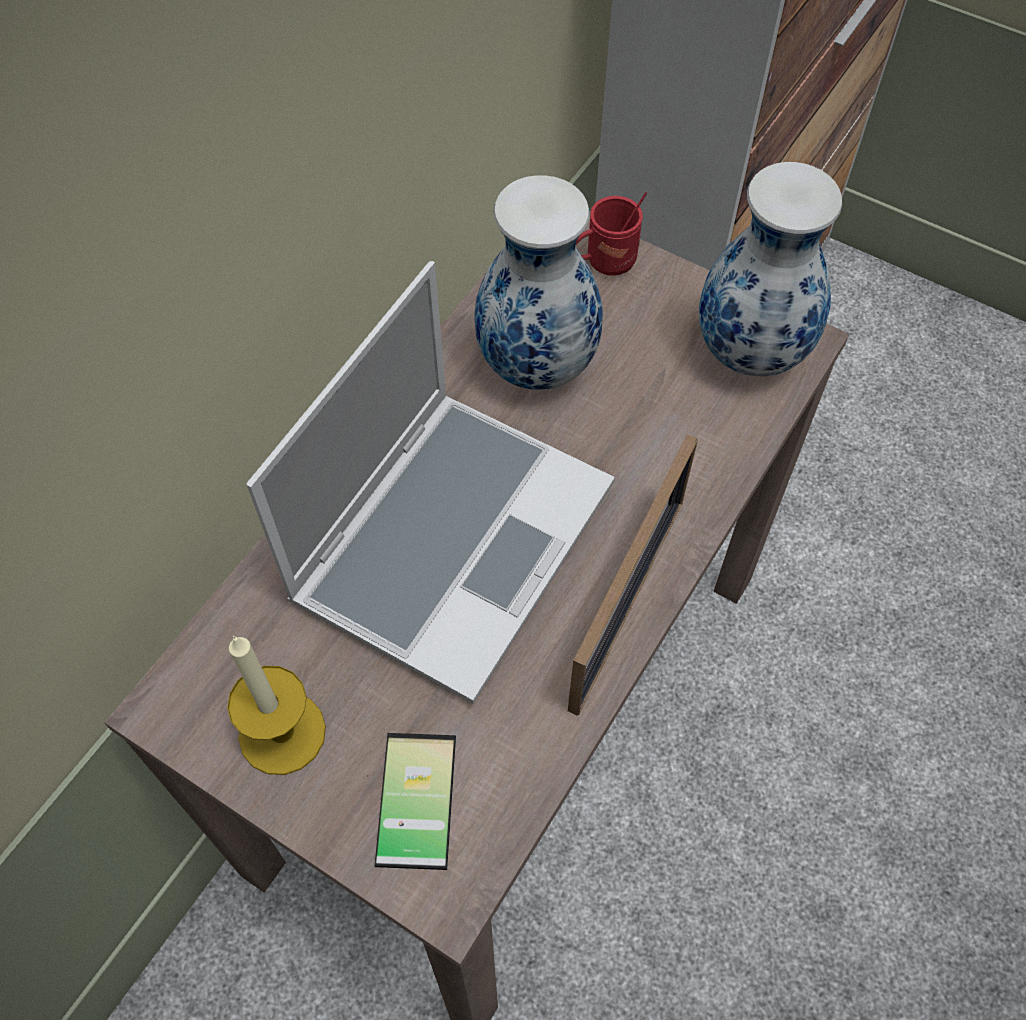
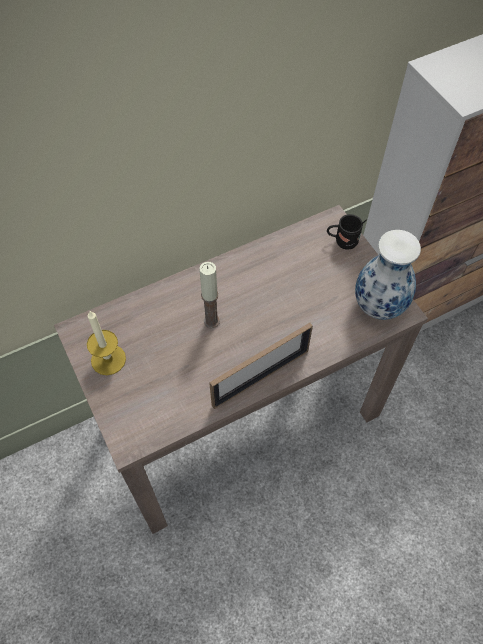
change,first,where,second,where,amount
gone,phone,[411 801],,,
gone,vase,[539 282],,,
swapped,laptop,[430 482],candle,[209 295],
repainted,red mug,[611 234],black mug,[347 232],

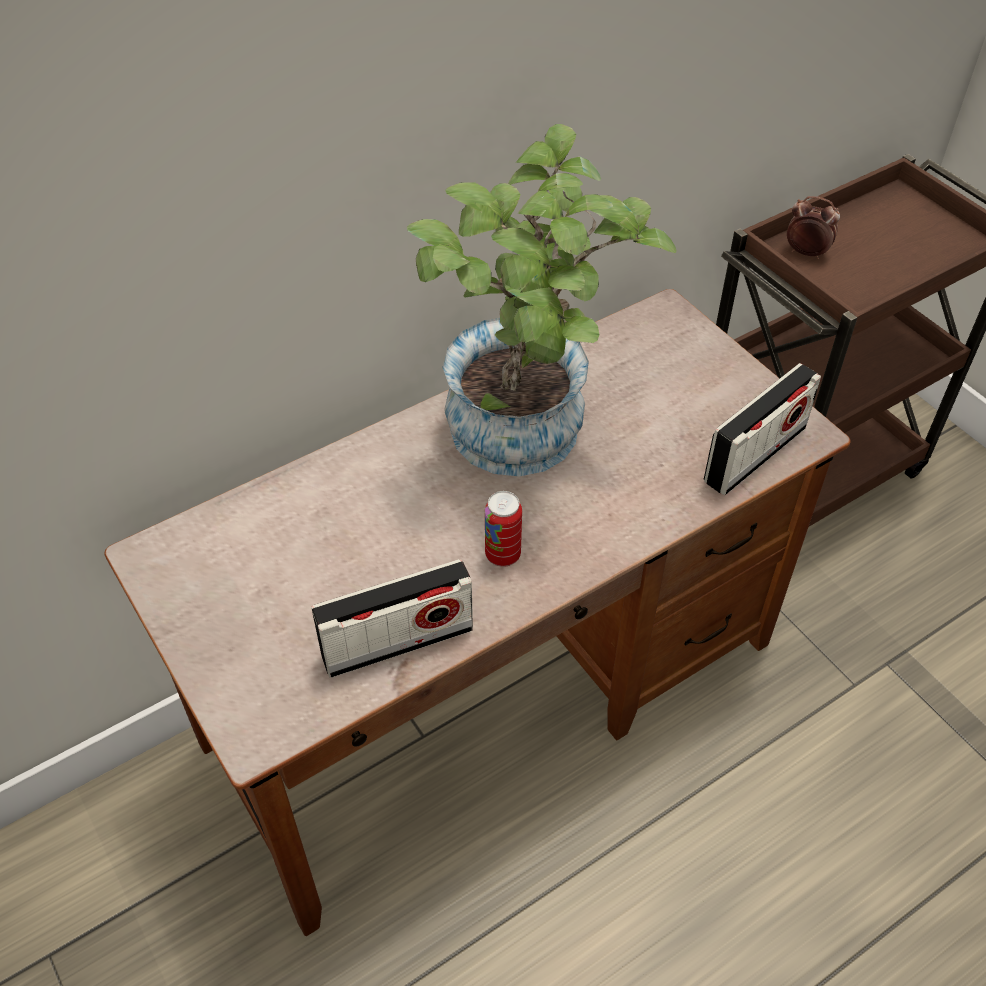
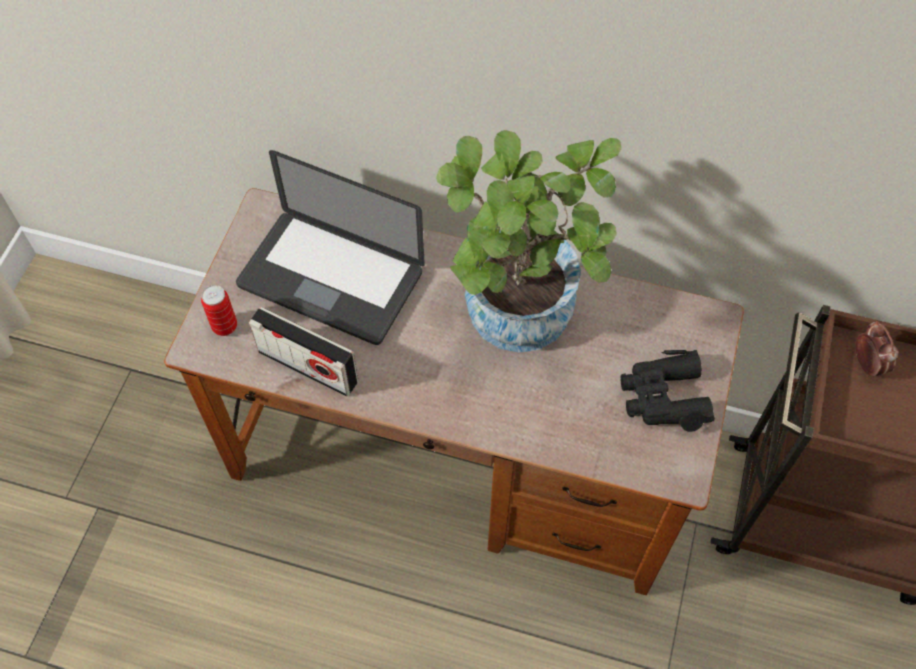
change,first,where,second,where,amount
gone,radio,[762 429],,,
new,,,laptop,[330 247],
new,,,black binoculars,[668 391],
shifted,can,[503 529],,[219 310],

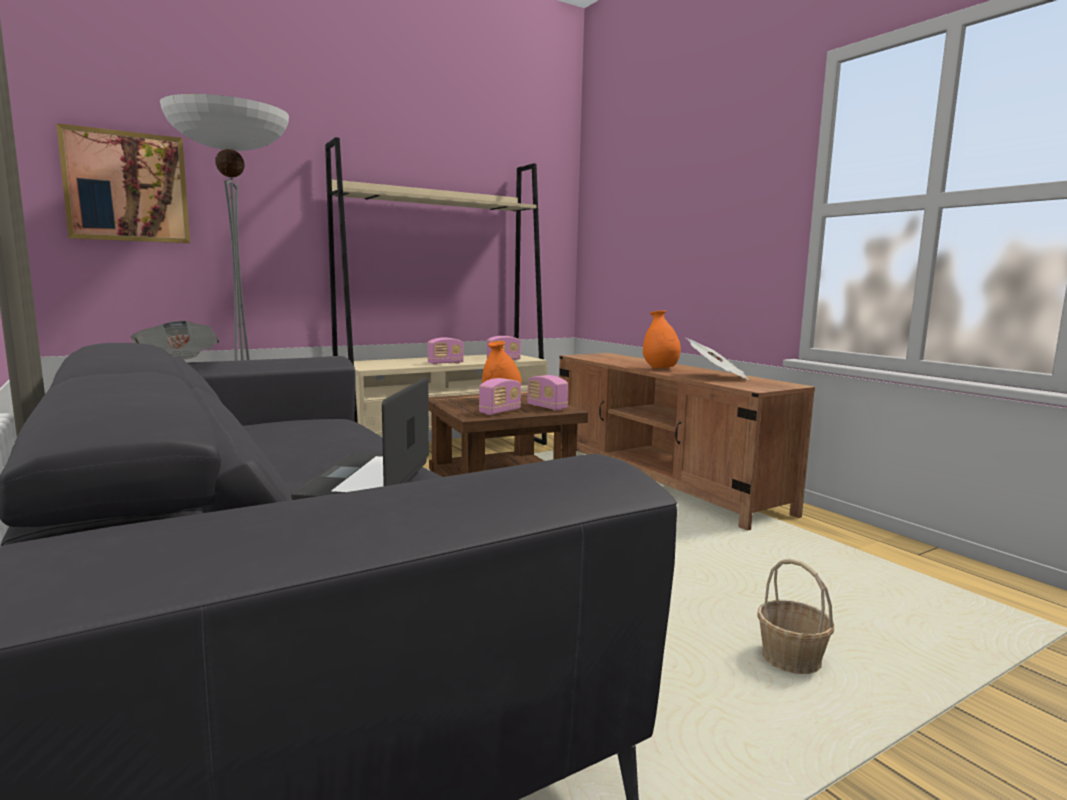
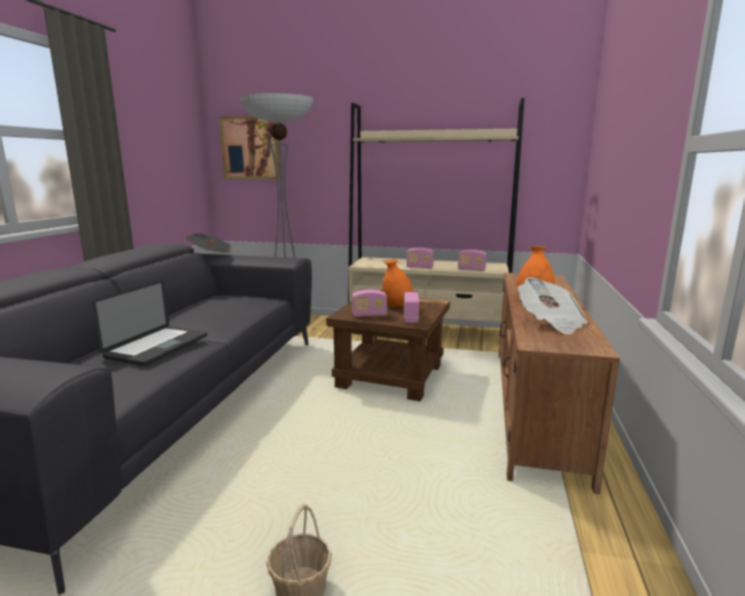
change,first,where,second,where,amount
rotated,laptop,[360 438],,[149 323],150 degrees clockwise

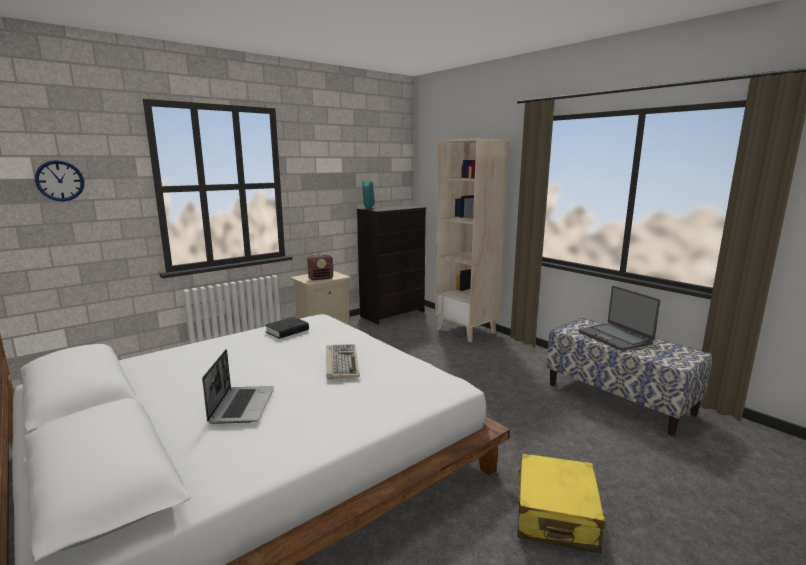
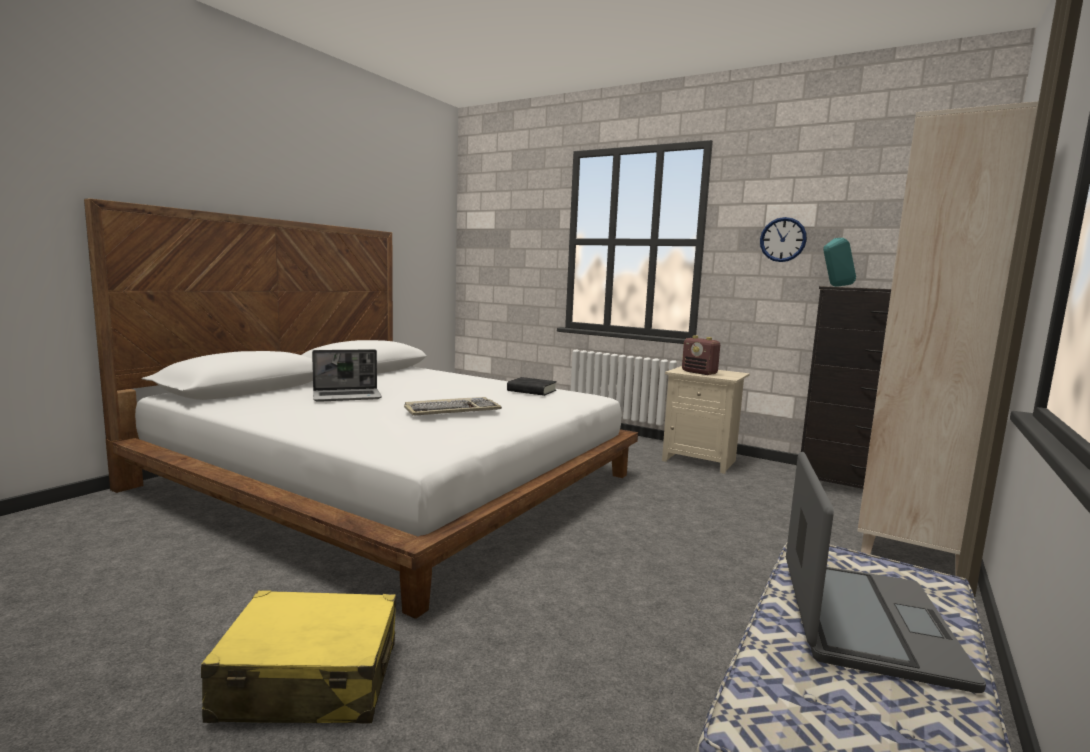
change,first,where,second,where,amount
shifted,wall clock,[59 180],,[783 239],
rotated,laptop,[619 318],,[886 572],150 degrees clockwise

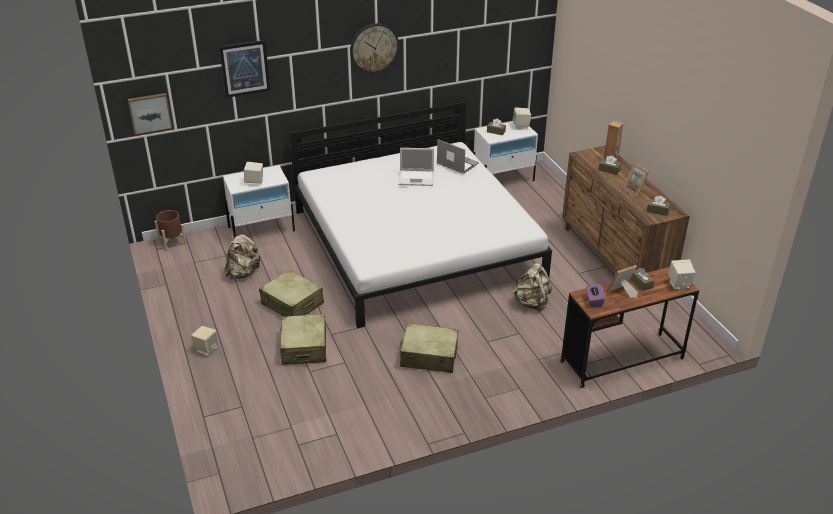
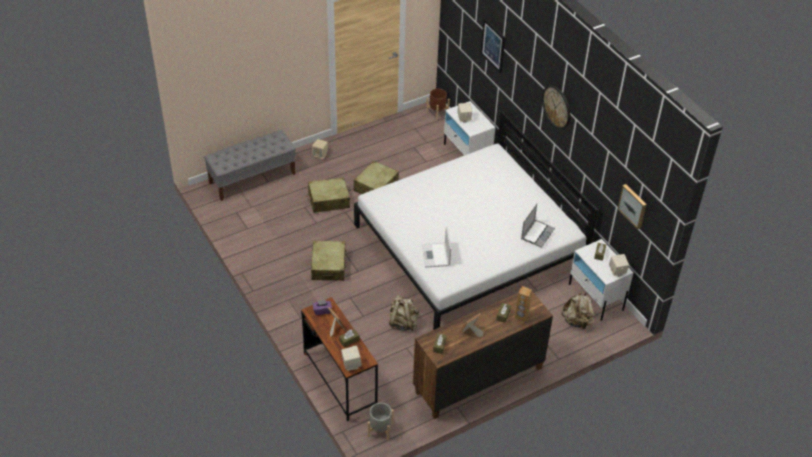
change,first,where,second,where,amount
new,,,grey bench,[250 165],
new,,,grey planter,[381 421],
shifted,picture,[150 114],,[632 206],
shifted,beige backpack,[242 256],,[578 310],
shifted,laptop,[416 167],,[436 247],

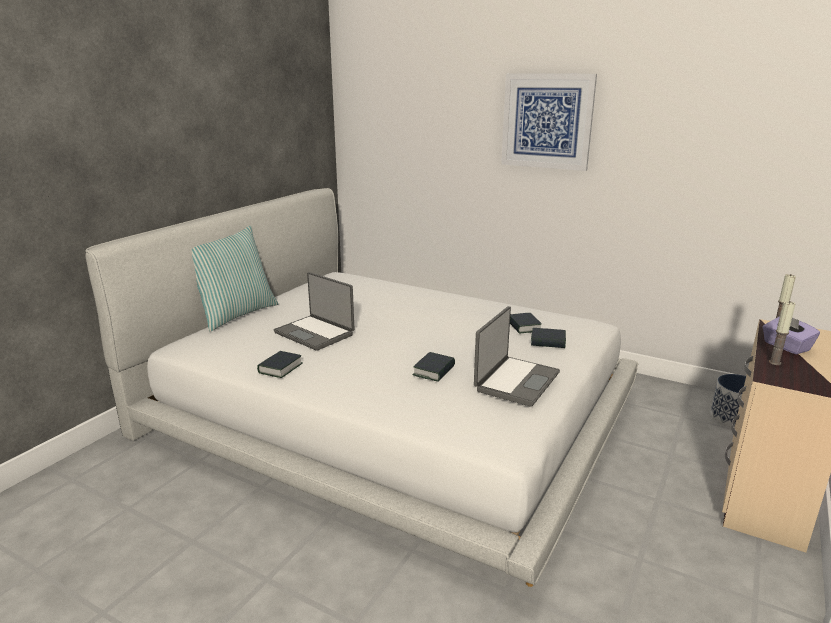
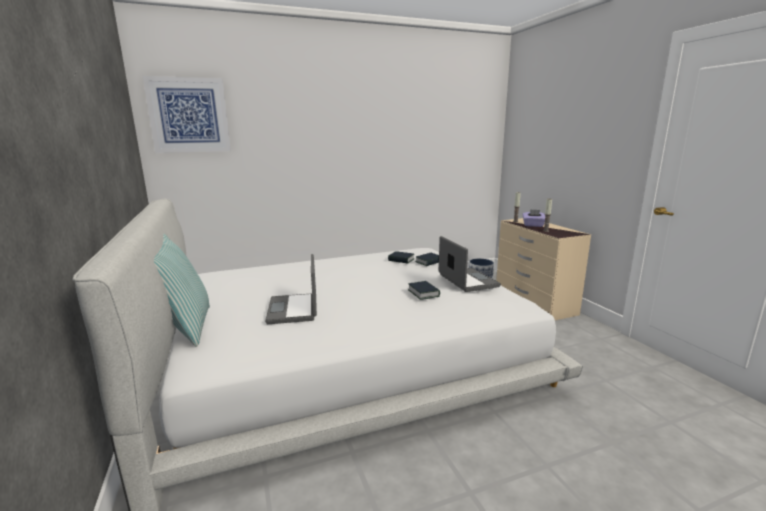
change,first,where,second,where,amount
gone,book,[280 364],,,
shifted,picture,[549 122],,[187 114],
rotated,laptop,[314 311],,[291 289],90 degrees clockwise

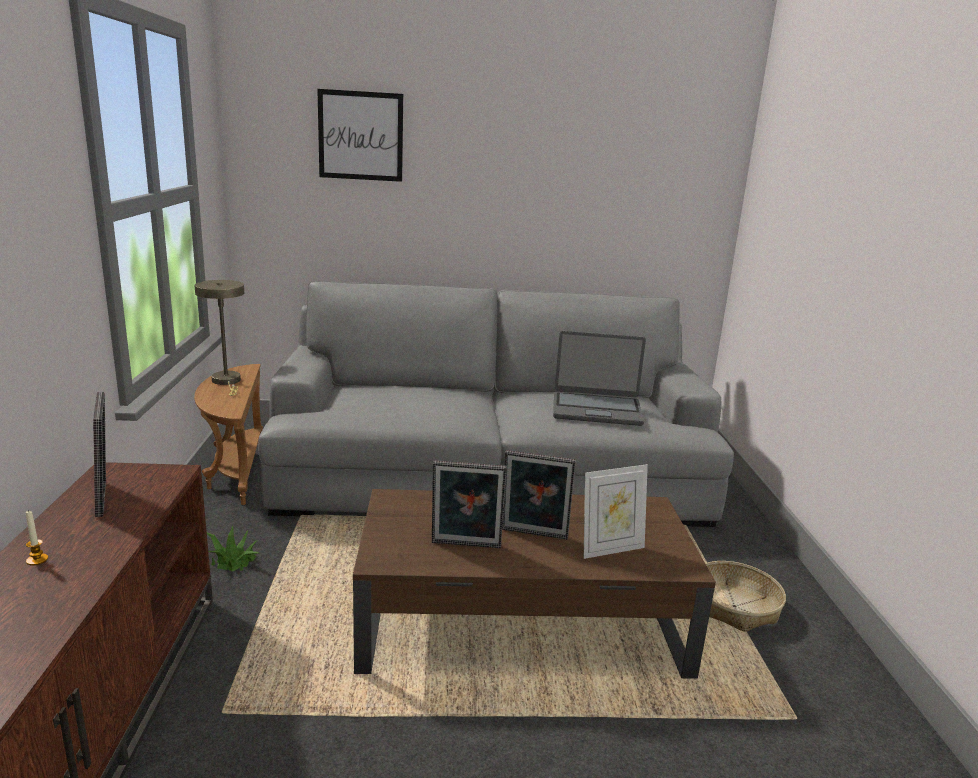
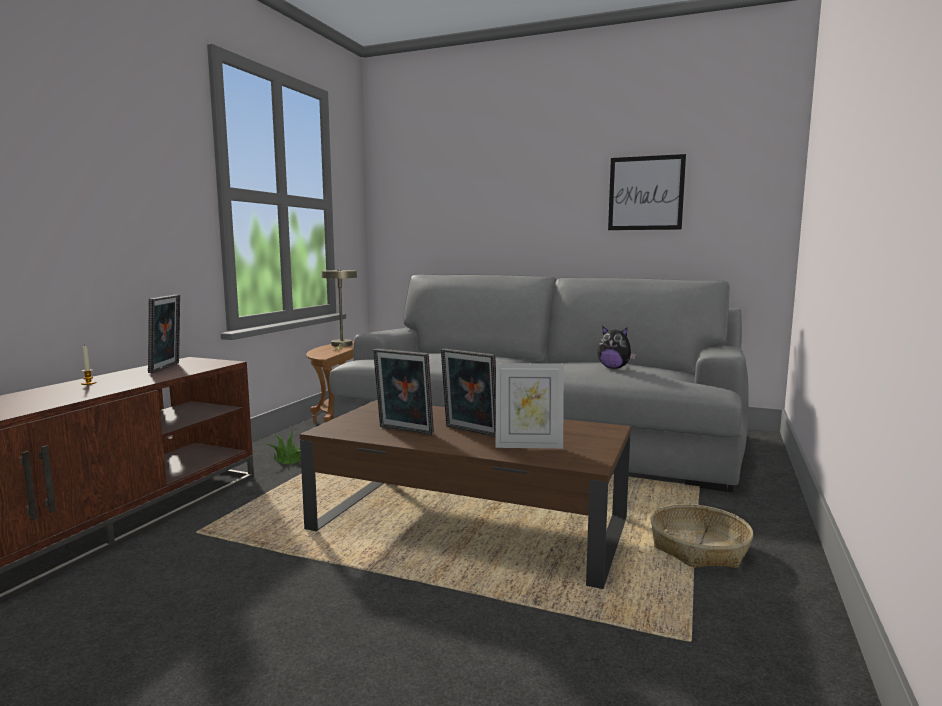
change,first,where,second,where,amount
shifted,picture,[360 135],,[647 192],
swapped,laptop,[599 378],plush toy,[616 347],

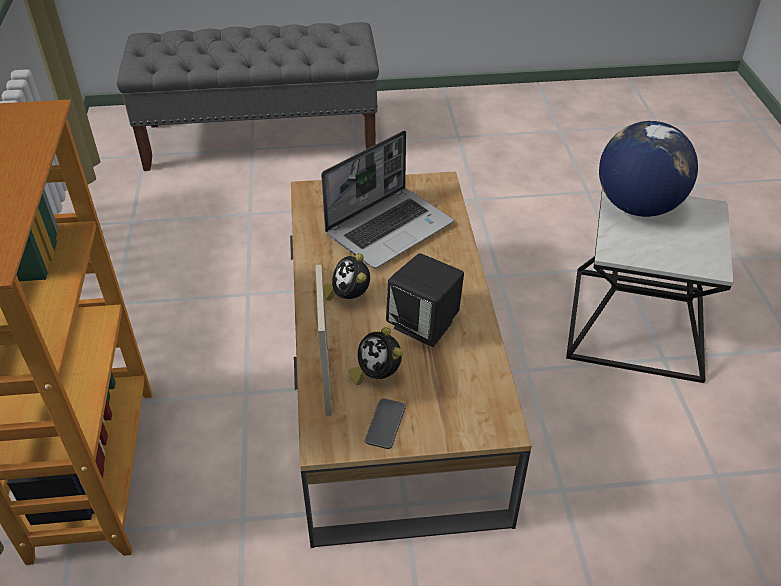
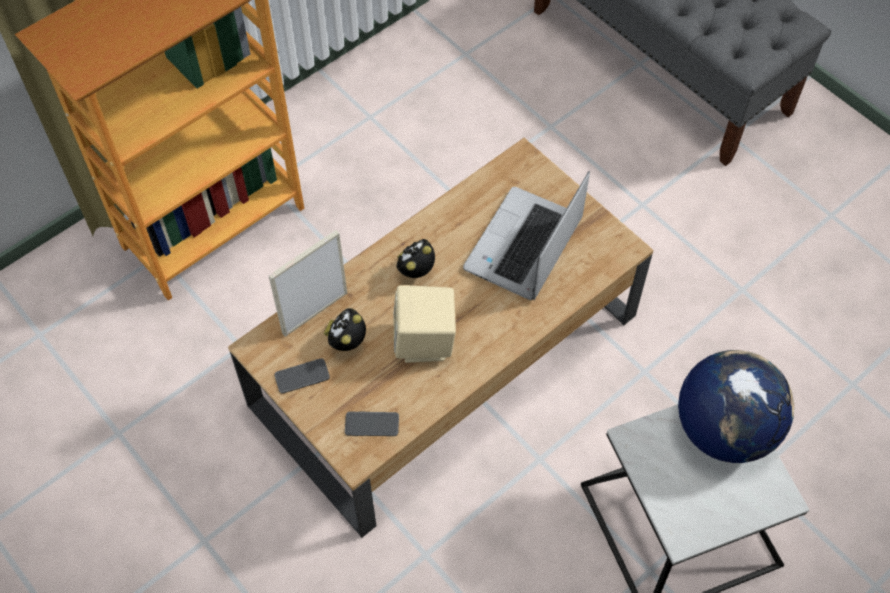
change,first,where,second,where,amount
new,,,phone,[372 423],
repainted,black speaker,[425 300],beige speaker,[425 324],
rotated,laptop,[387 199],,[526 235],105 degrees clockwise

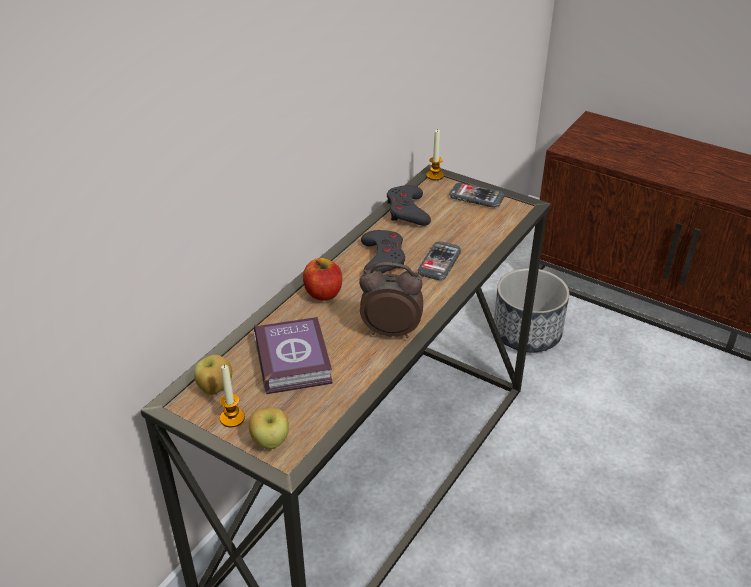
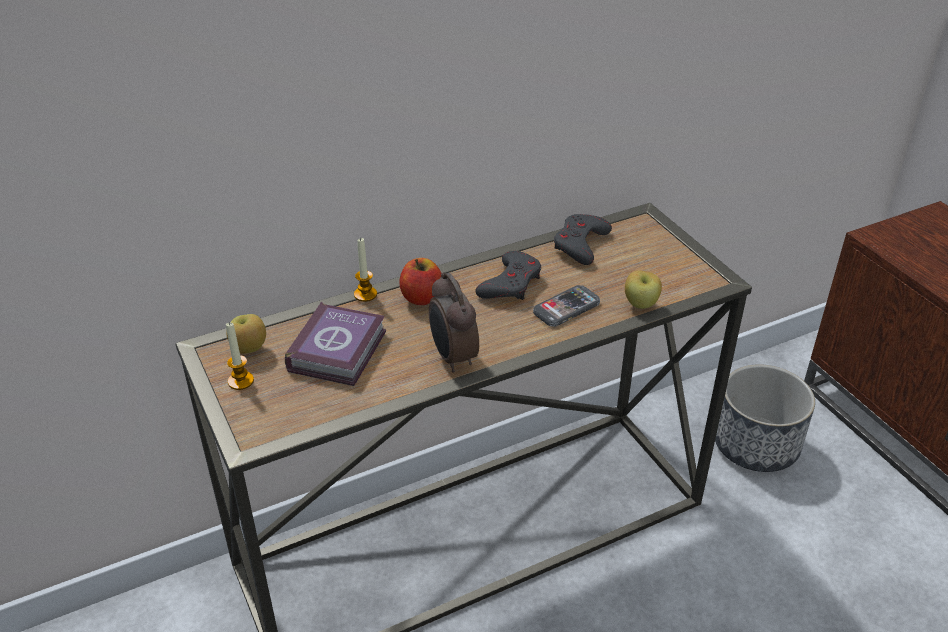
change,first,where,second,where,amount
gone,phone,[476 195],,,
shifted,apple,[269 428],,[643 289],
shifted,candle,[435 154],,[365 269],
rotated,alarm clock,[391 300],,[454 323],150 degrees counterclockwise

